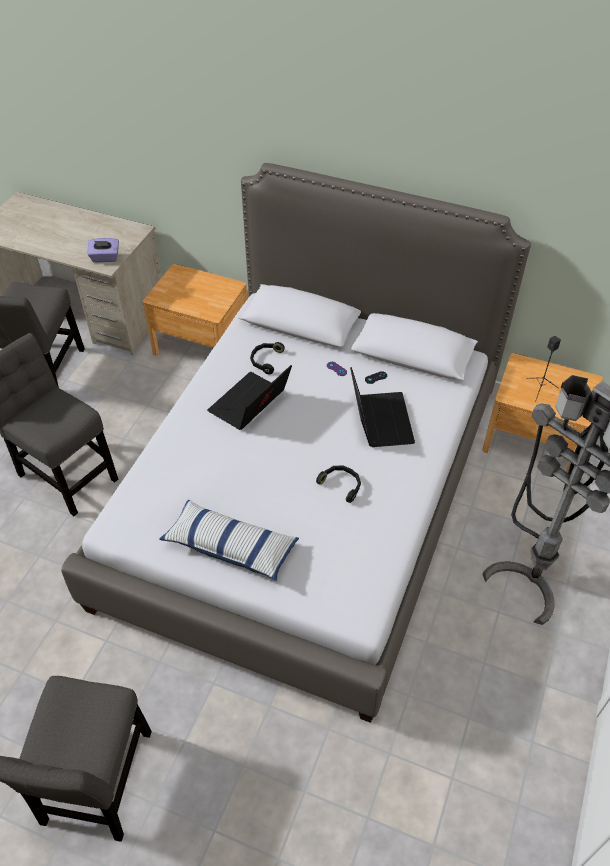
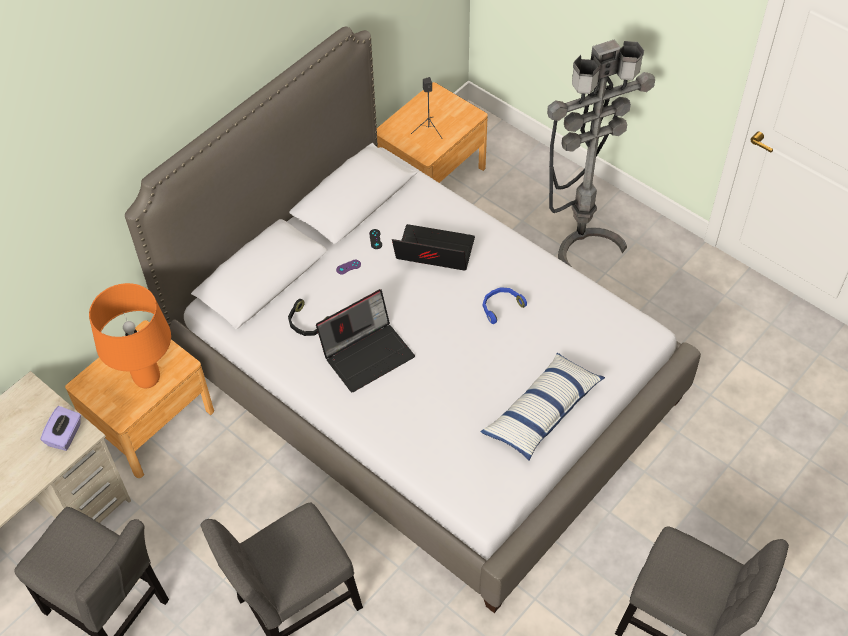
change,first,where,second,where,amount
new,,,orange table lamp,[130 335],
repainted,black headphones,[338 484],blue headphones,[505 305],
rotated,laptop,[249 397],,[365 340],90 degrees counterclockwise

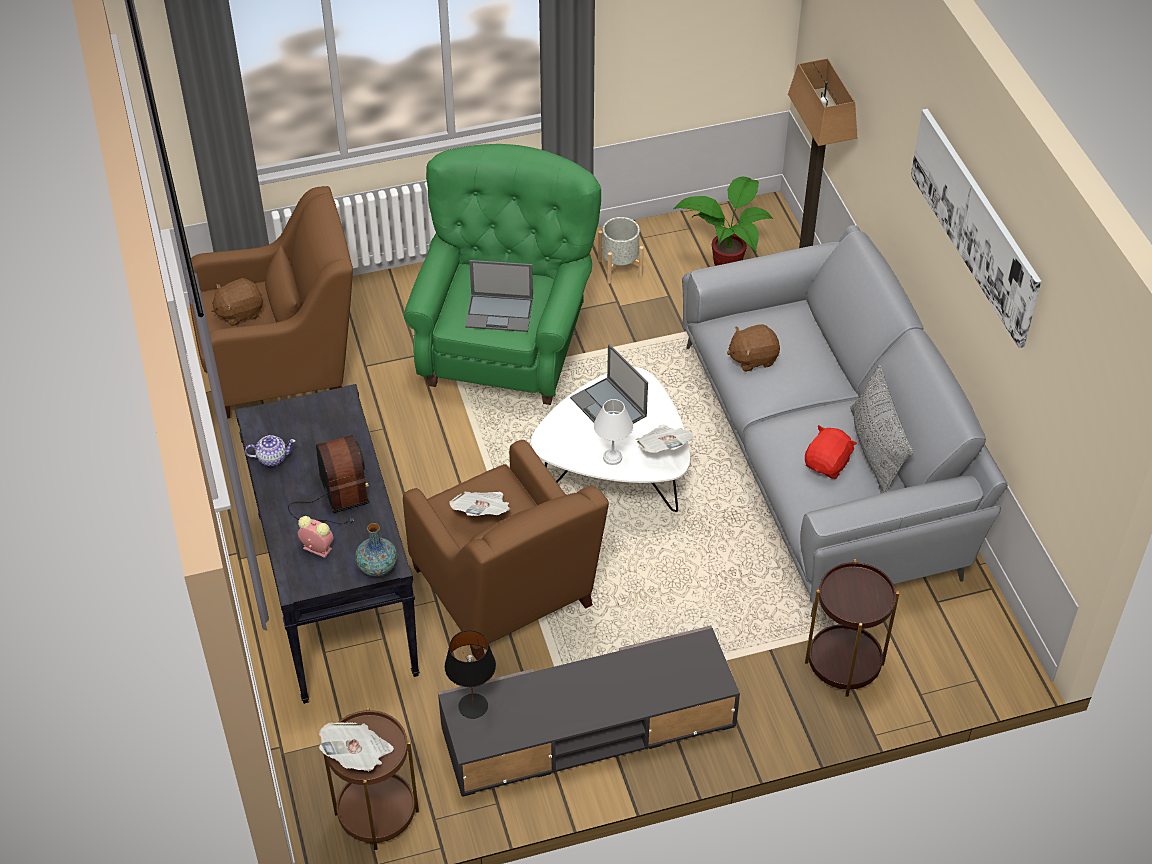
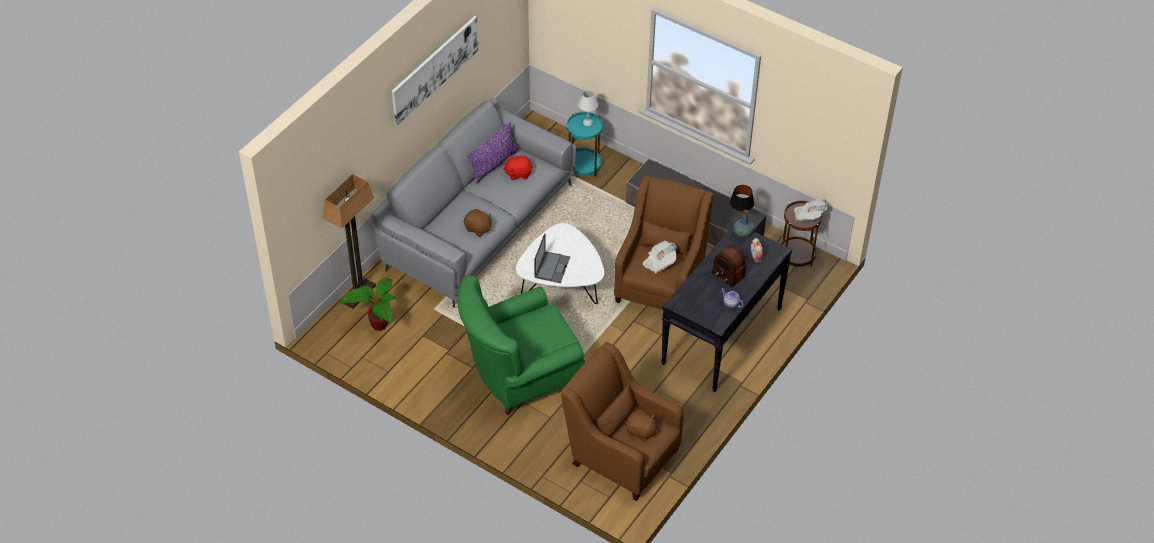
change,first,where,second,where,amount
gone,laptop,[499 296],,,
gone,grey planter,[621 250],,,
gone,newspaper,[665 439],,,
shifted,white table lamp,[613 432],,[588 108],
repainted,brown side table,[852 627],turquoise side table,[585 144],
repainted,grey pillow,[882 429],purple pillow,[493 153],
rotated,radio,[329 479],,[730 266],75 degrees counterclockwise

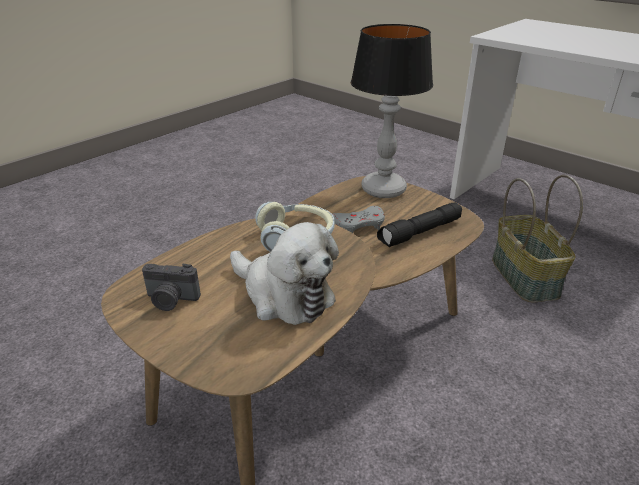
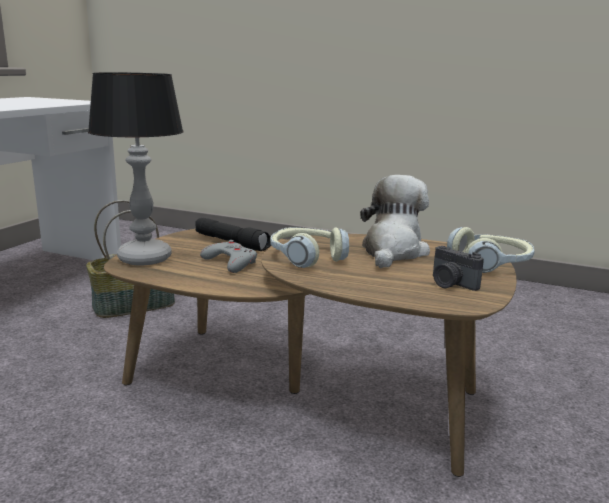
change,first,where,second,where,amount
new,,,headphones,[491 250],
rotated,photo camera,[171 287],,[458 268],150 degrees clockwise

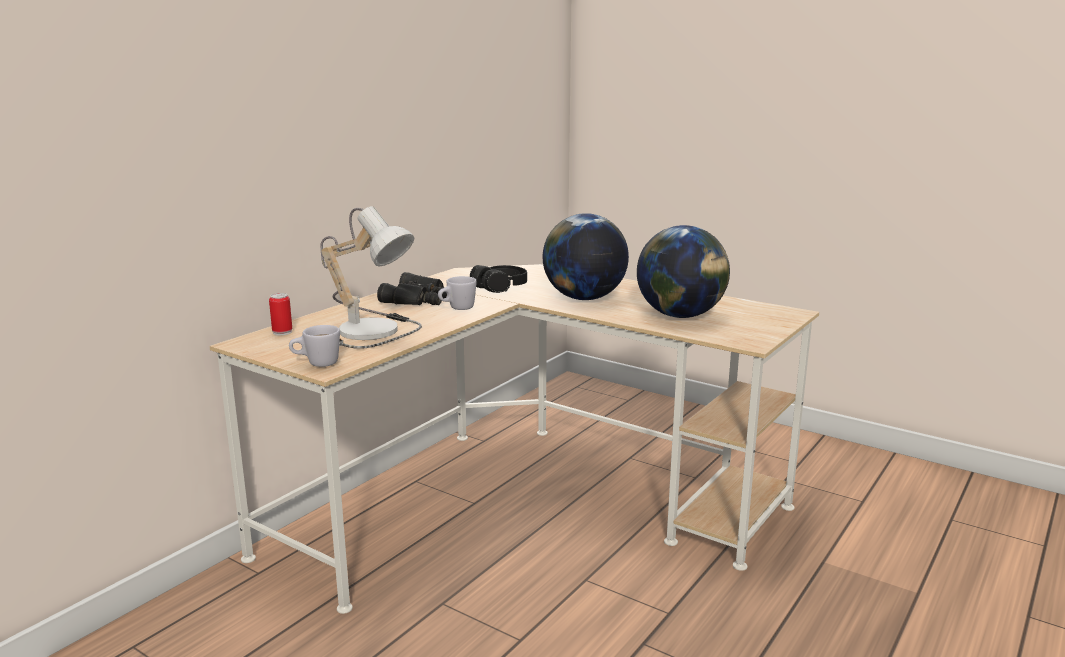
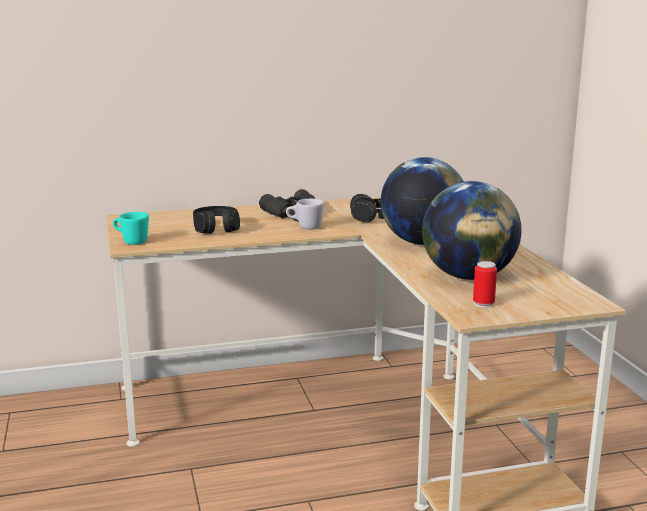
change,first,where,second,where,amount
shifted,can,[280 314],,[485 284],
swapped,table lamp,[371 277],black headphones,[216 220],
repainted,white mug,[314 346],turquoise mug,[131 228],

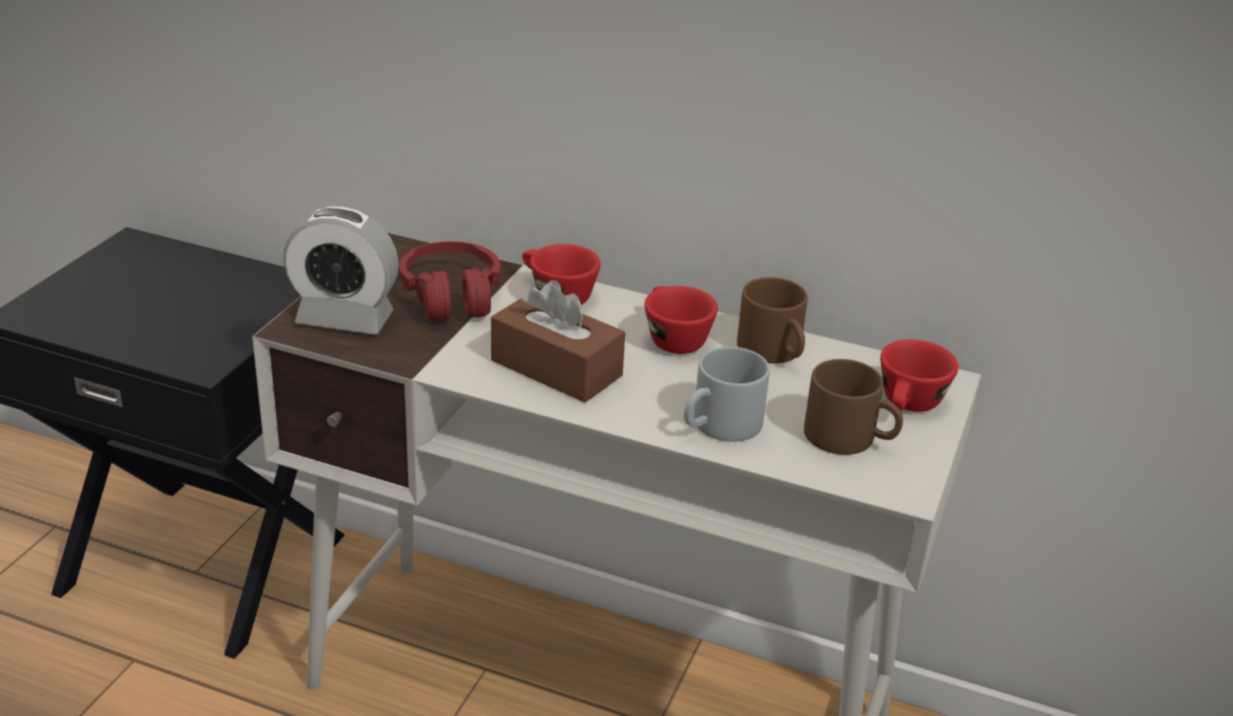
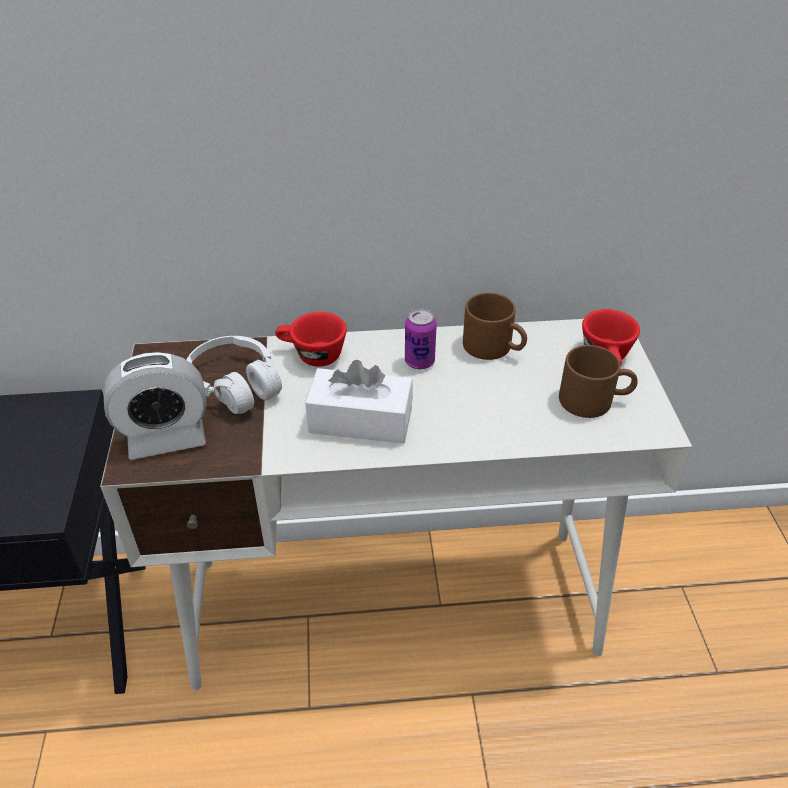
change,first,where,second,where,amount
gone,grey mug,[727 394],,,
swapped,red cup,[681 320],can,[421 339],
repainted,red headphones,[450 281],white headphones,[234 375],
repainted,brown tissue box,[558 341],white tissue box,[359 402],

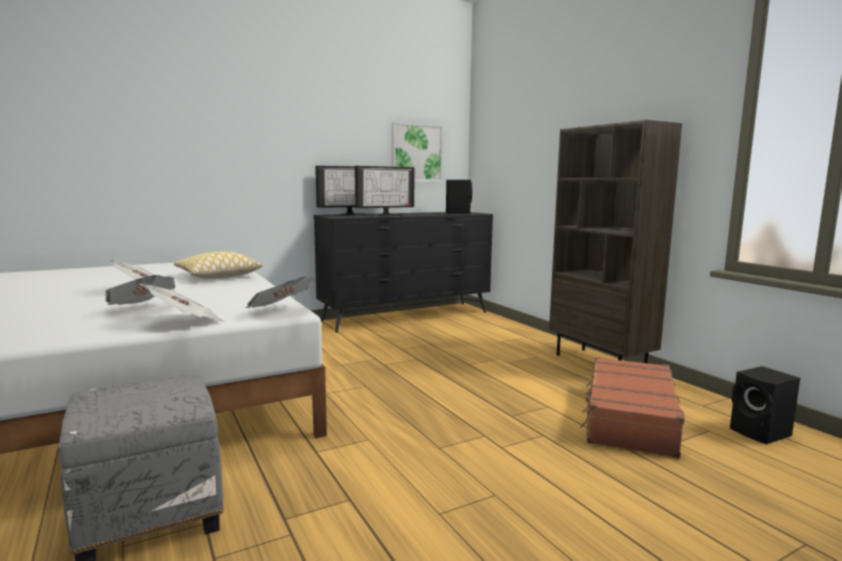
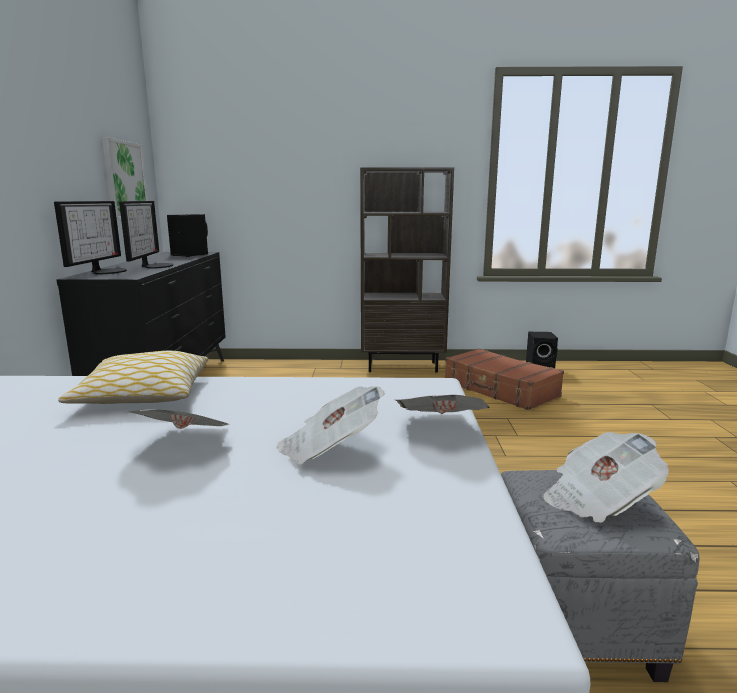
change,first,where,second,where,amount
shifted,newspaper,[279 292],,[606 477],

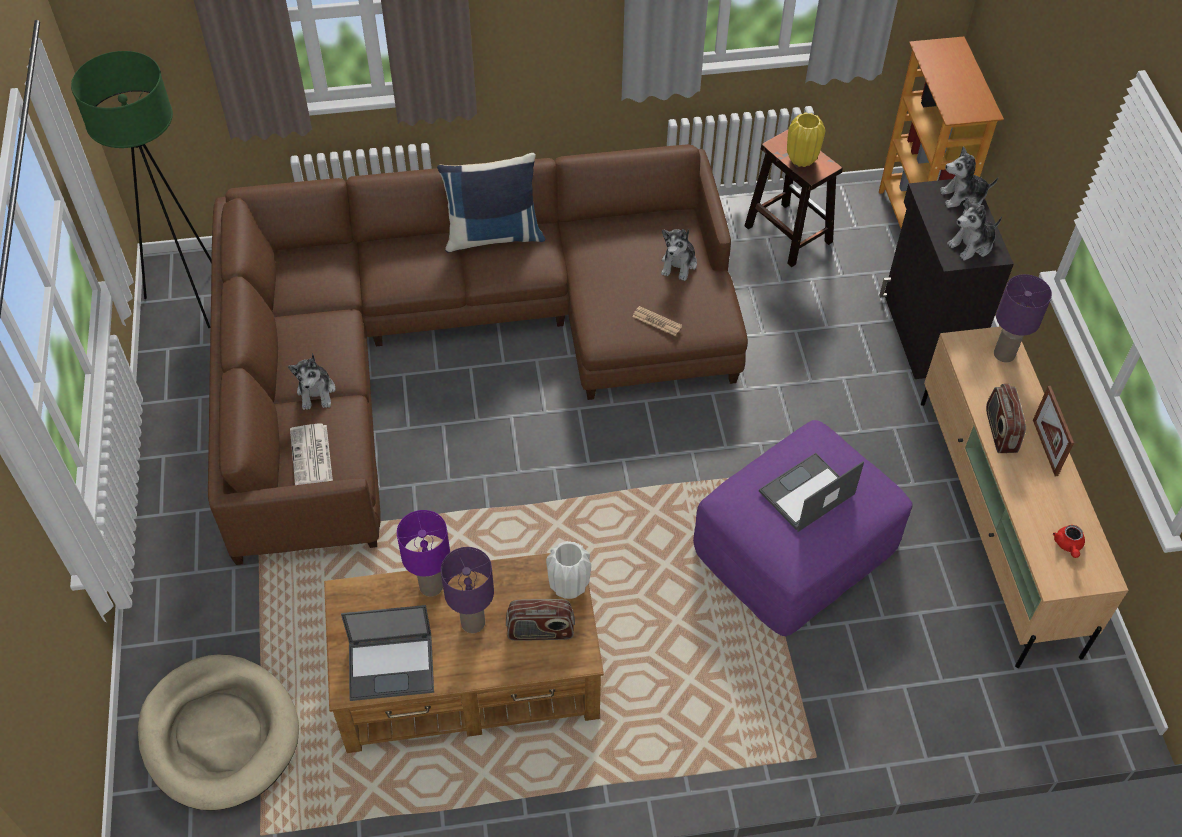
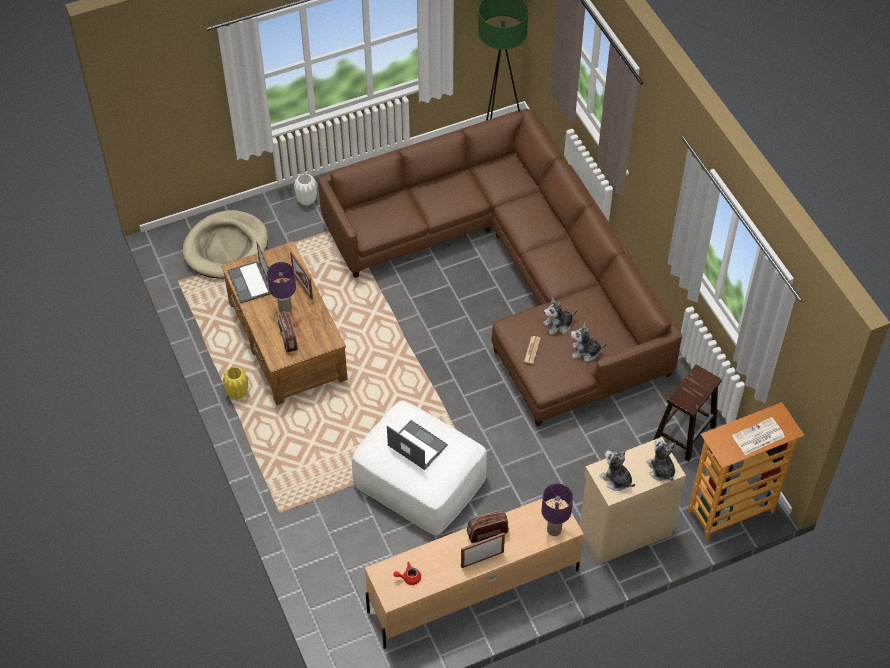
change,first,where,second,where,amount
gone,blue pillow,[491 202],,,
shifted,plush toy,[312 381],,[560 316],
shifted,newspaper,[311 454],,[758 436],
shifted,white vase,[568 570],,[305 190],
shifted,yellow vase,[806 140],,[235 383],
swapped,purple table lamp,[423 553],picture frame,[301 275],
repainted,purple ottoman,[803 528],white ottoman,[419 467],
repainted,black cabinet,[946 279],beige cabinet,[633 501],

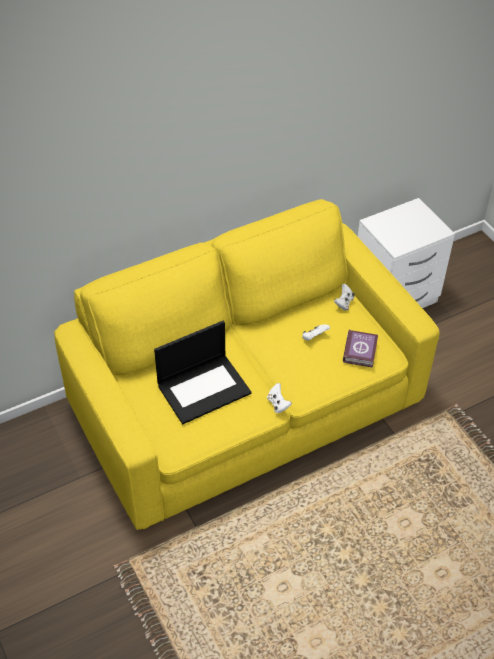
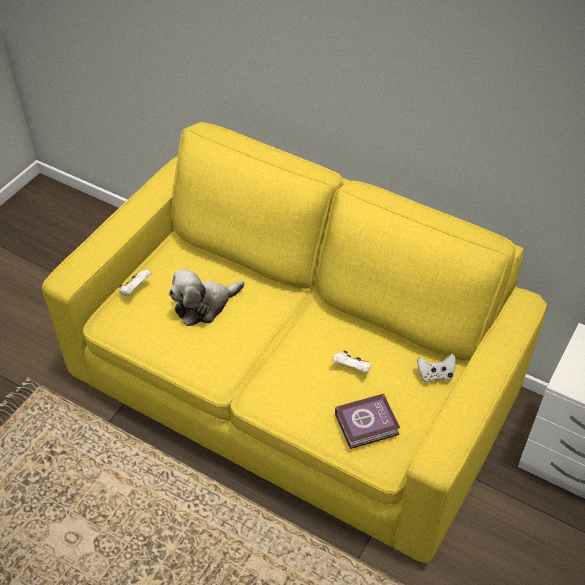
change,first,where,second,where,amount
shifted,white game controller,[279 398],,[135 283],
swapped,laptop,[202 372],plush toy,[206 297],

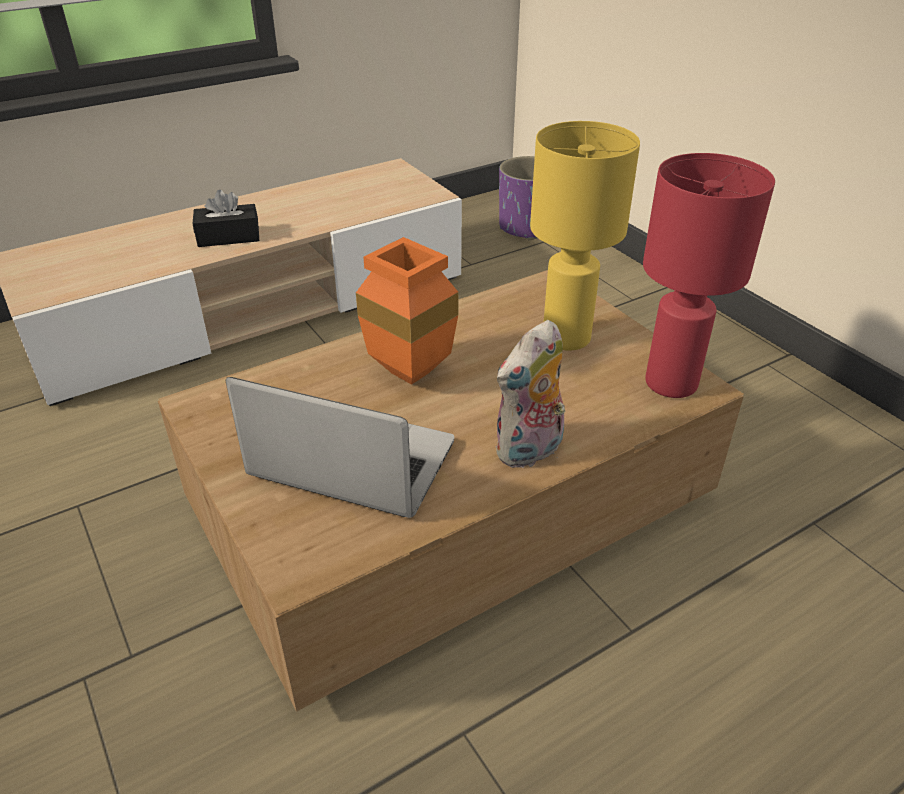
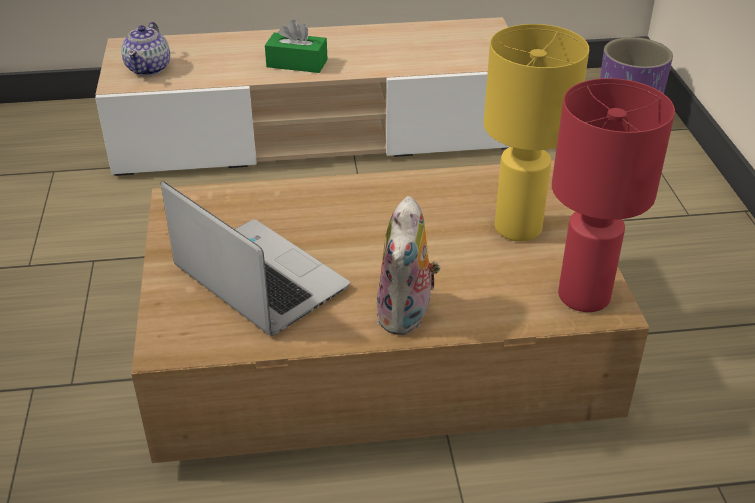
change,first,where,second,where,amount
gone,orange vase,[407 311],,,
new,,,teapot,[145 49],
repainted,black tissue box,[226 218],green tissue box,[296 46],
rotated,plush toy,[530 394],,[409 265],60 degrees counterclockwise

